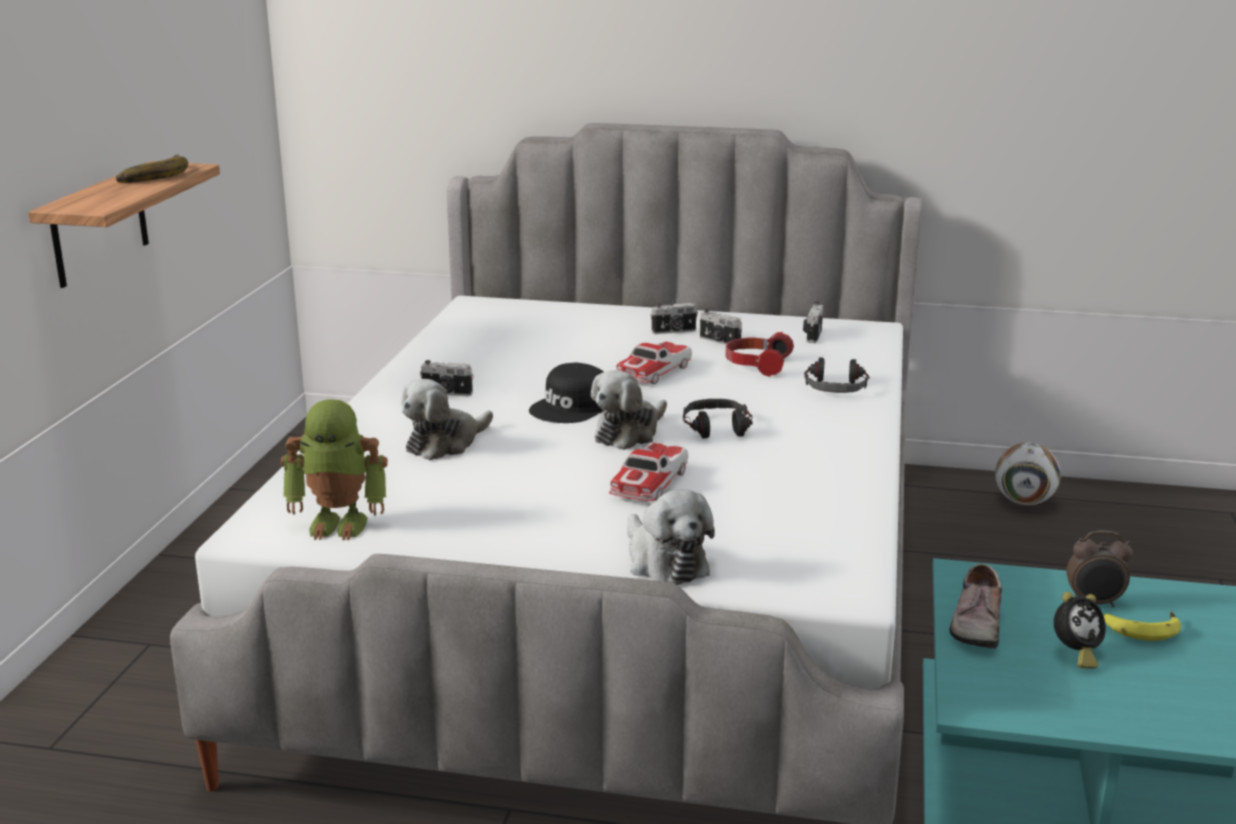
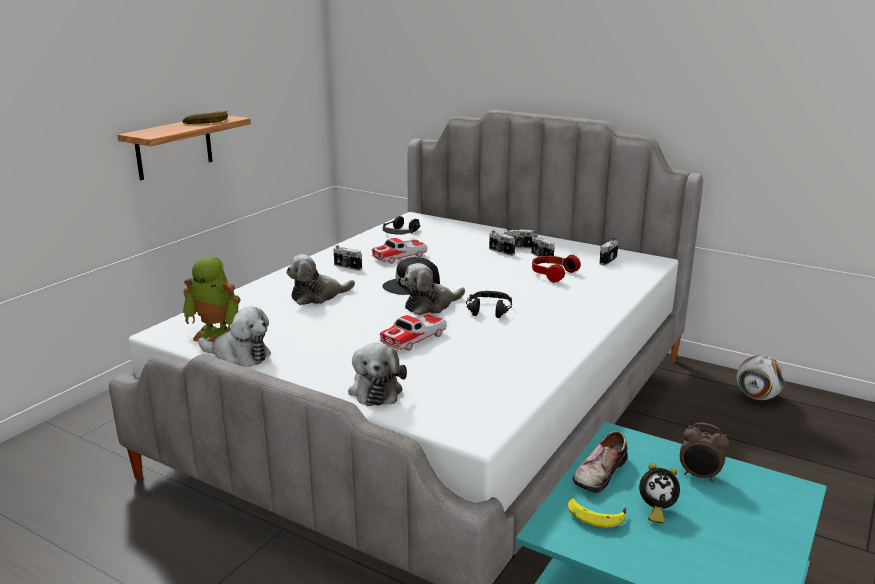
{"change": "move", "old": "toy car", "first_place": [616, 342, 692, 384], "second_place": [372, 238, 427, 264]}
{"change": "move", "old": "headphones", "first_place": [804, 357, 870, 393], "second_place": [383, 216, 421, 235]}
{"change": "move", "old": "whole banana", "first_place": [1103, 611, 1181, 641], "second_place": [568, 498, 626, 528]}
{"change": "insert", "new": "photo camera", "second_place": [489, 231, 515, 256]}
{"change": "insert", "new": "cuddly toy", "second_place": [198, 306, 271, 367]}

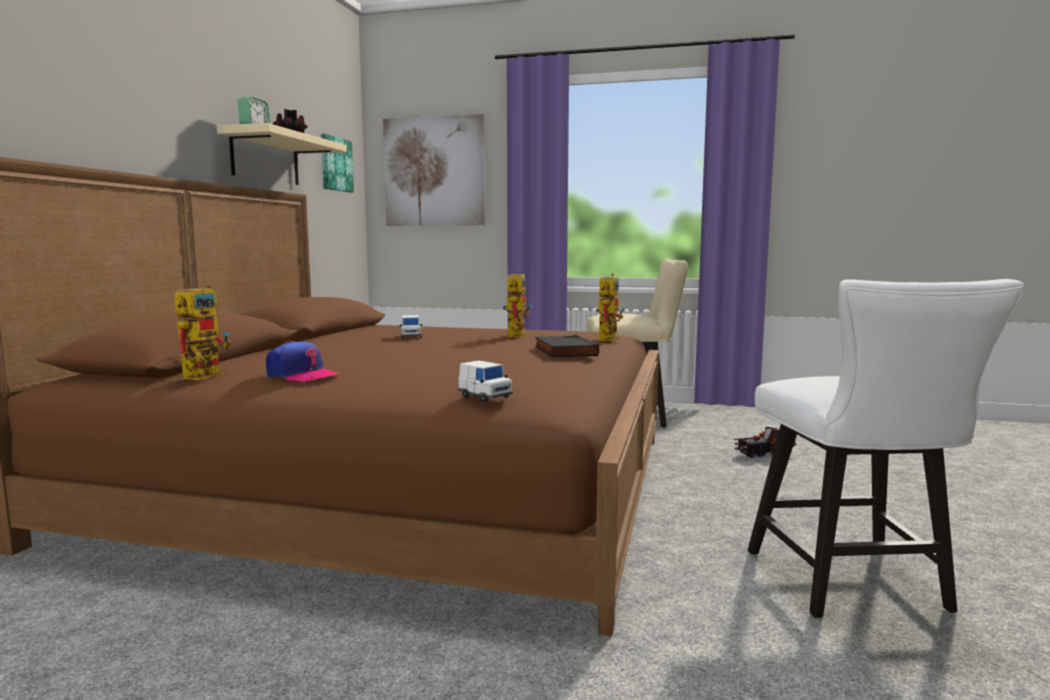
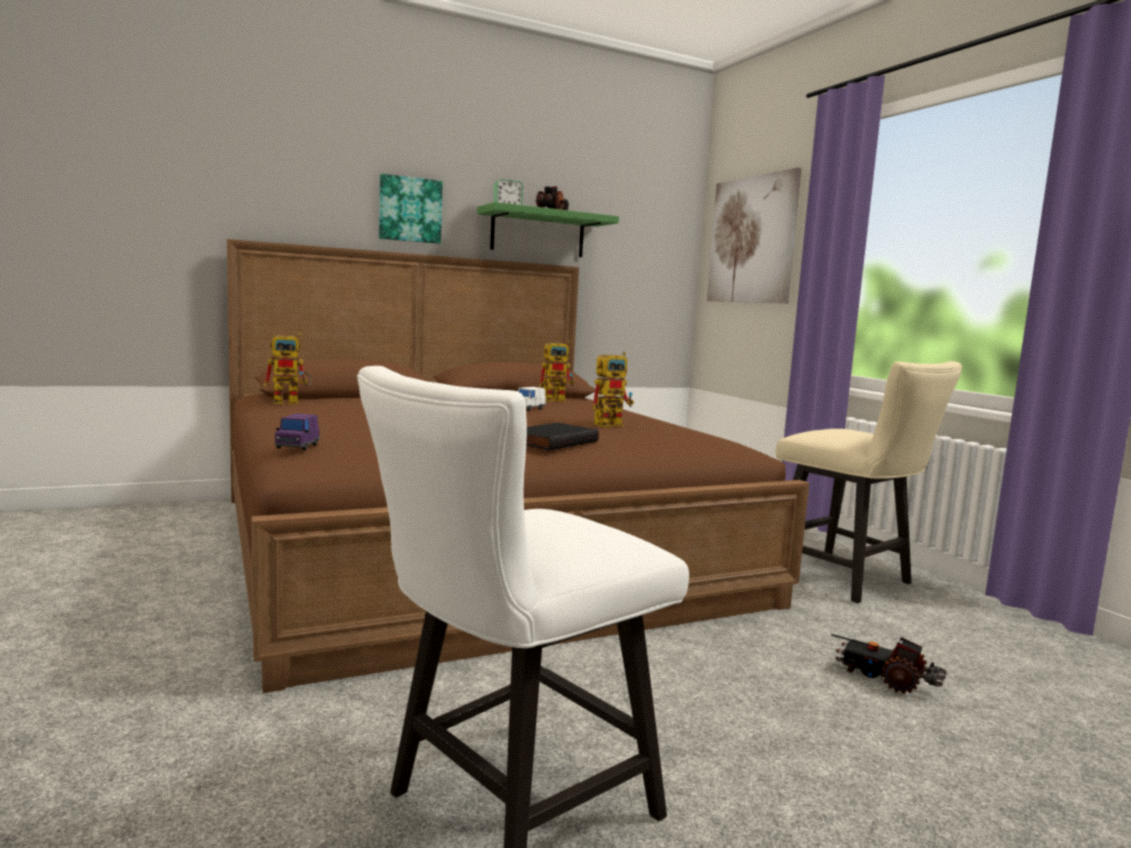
{"change": "recolor", "old": "beige-coloured shelf", "new": "green shelf", "first_place": [217, 123, 347, 185], "second_place": [477, 202, 619, 257]}
{"change": "move", "old": "wall picture", "first_place": [321, 134, 354, 193], "second_place": [379, 174, 443, 244]}
{"change": "move", "old": "model robot", "first_place": [596, 273, 625, 341], "second_place": [538, 341, 575, 402]}
{"change": "delete", "old": "cap", "first_place": [266, 341, 339, 381]}
{"change": "recolor", "old": "white-coloured toy car", "new": "purple toy car", "first_place": [458, 360, 513, 402], "second_place": [274, 414, 320, 451]}

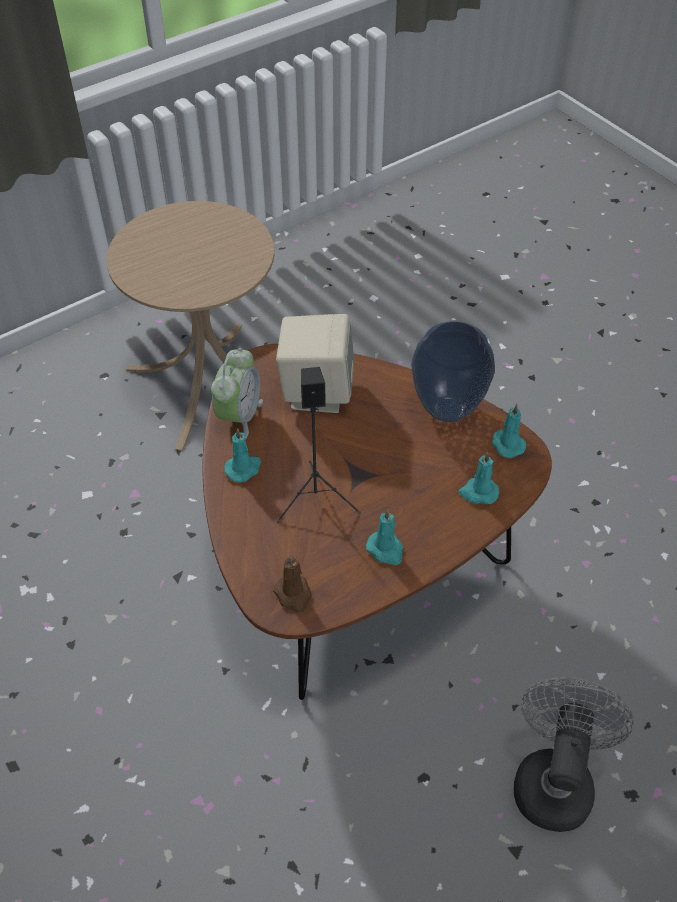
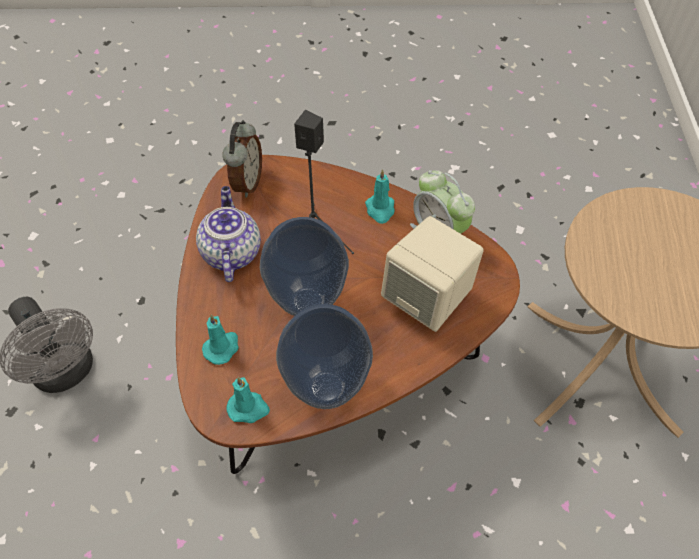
{"change": "replace", "old": "turquoise-coloured candle", "new": "teapot", "first_place": [366, 509, 403, 565], "second_place": [196, 186, 261, 282]}
{"change": "replace", "old": "brownish candle", "new": "alarm clock", "first_place": [273, 555, 311, 613], "second_place": [222, 120, 262, 197]}
{"change": "insert", "new": "flower vase", "second_place": [260, 217, 349, 316]}

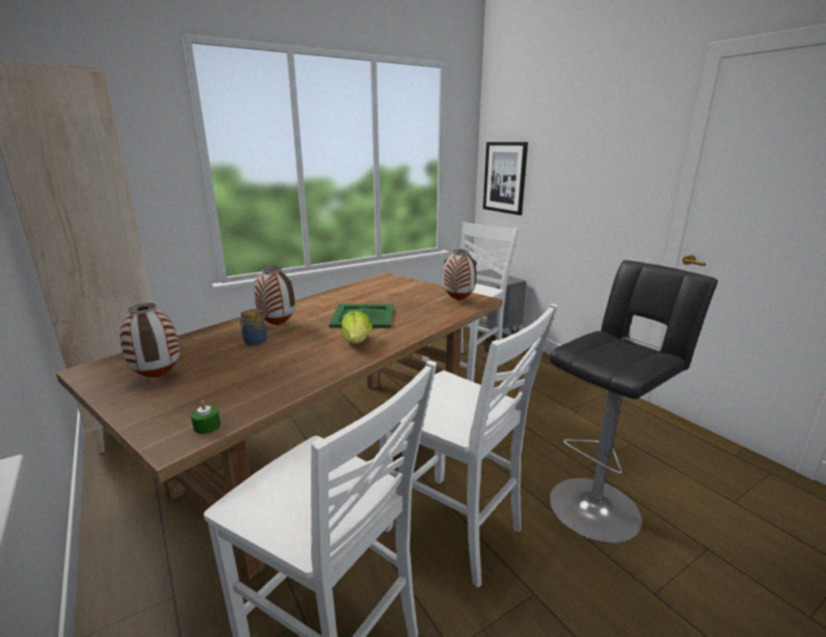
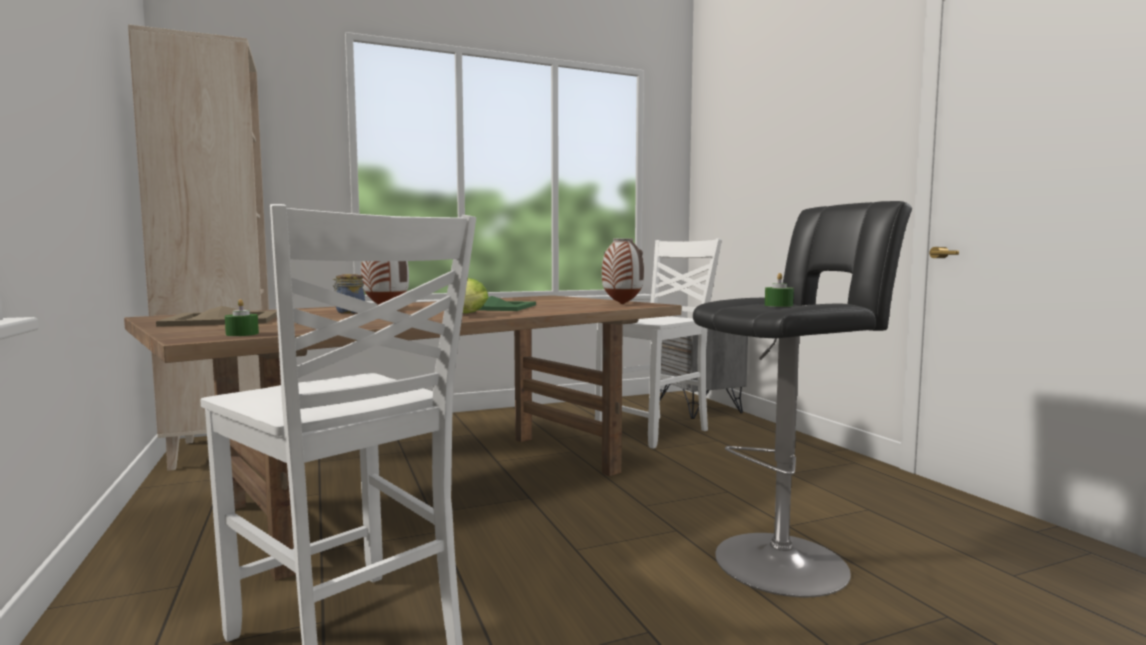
{"change": "delete", "old": "wall picture", "first_place": [483, 142, 528, 215]}
{"change": "replace", "old": "flower vase", "new": "beige-coloured tray", "first_place": [120, 303, 180, 378], "second_place": [156, 306, 277, 327]}
{"change": "delete", "old": "white-coloured chair", "first_place": [379, 304, 557, 588]}
{"change": "insert", "new": "green candle", "second_place": [765, 273, 794, 307]}

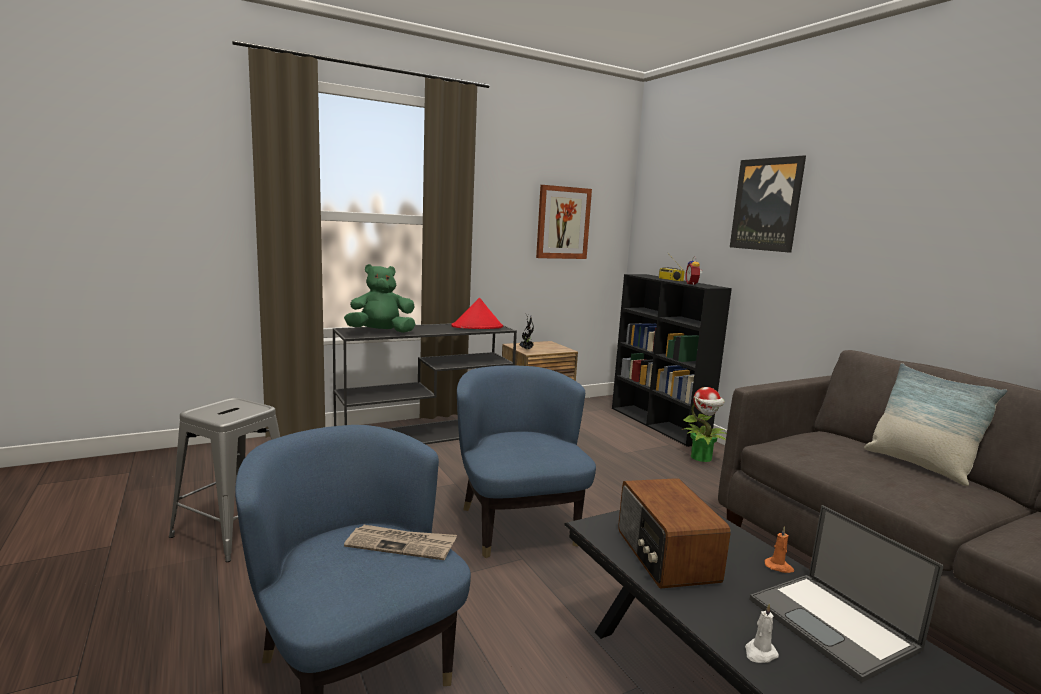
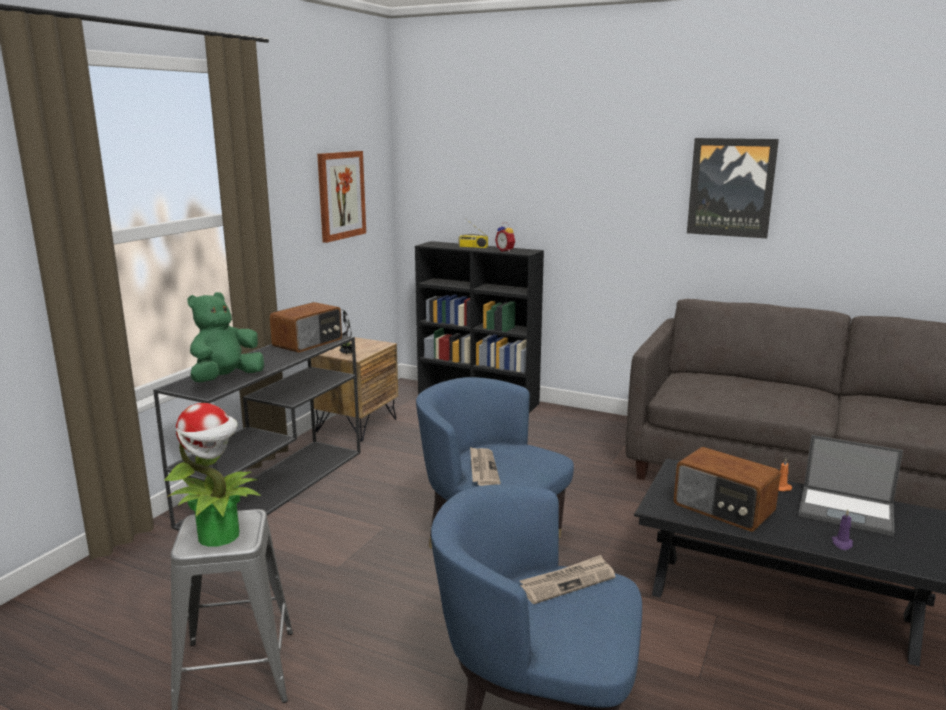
{"change": "move", "old": "wall picture", "first_place": [730, 155, 806, 253], "second_place": [687, 138, 779, 238]}
{"change": "replace", "old": "reddish clothing hat", "new": "radio receiver", "first_place": [451, 298, 503, 329], "second_place": [270, 302, 342, 352]}
{"change": "delete", "old": "pillow", "first_place": [864, 363, 1007, 486]}
{"change": "move", "old": "houseplant", "first_place": [681, 387, 727, 462], "second_place": [164, 403, 261, 547]}
{"change": "recolor", "old": "white-coloured candle", "new": "purple candle", "first_place": [745, 604, 779, 663], "second_place": [832, 510, 853, 550]}
{"change": "insert", "new": "daily paper", "second_place": [470, 447, 501, 486]}

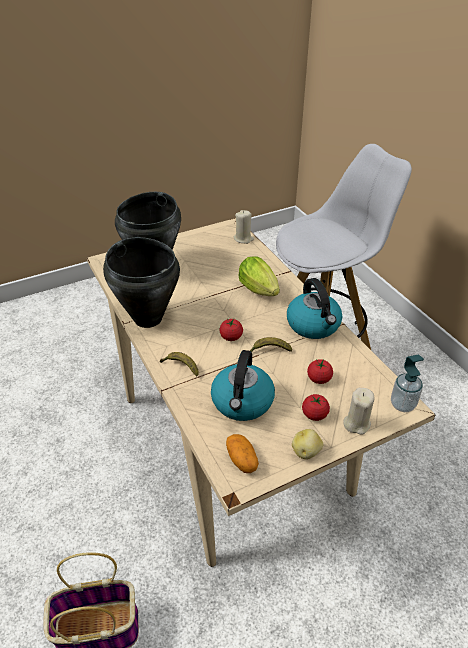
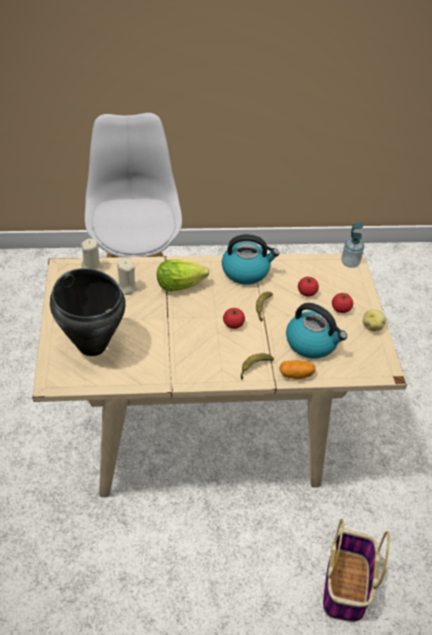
{"change": "delete", "old": "black-coloured saucepot", "first_place": [103, 237, 180, 328]}
{"change": "move", "old": "beige-coloured candle", "first_place": [344, 388, 374, 435], "second_place": [117, 258, 138, 295]}
{"change": "move", "old": "spud", "first_place": [226, 434, 259, 473], "second_place": [279, 360, 316, 379]}

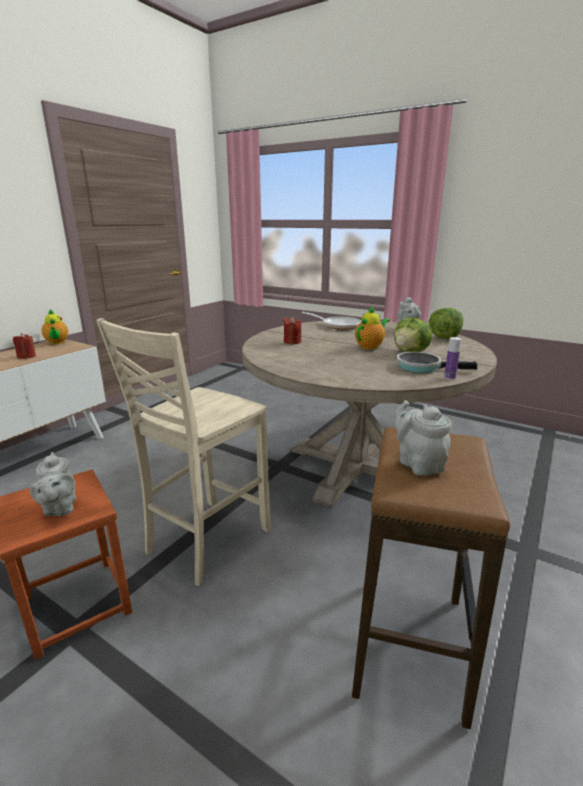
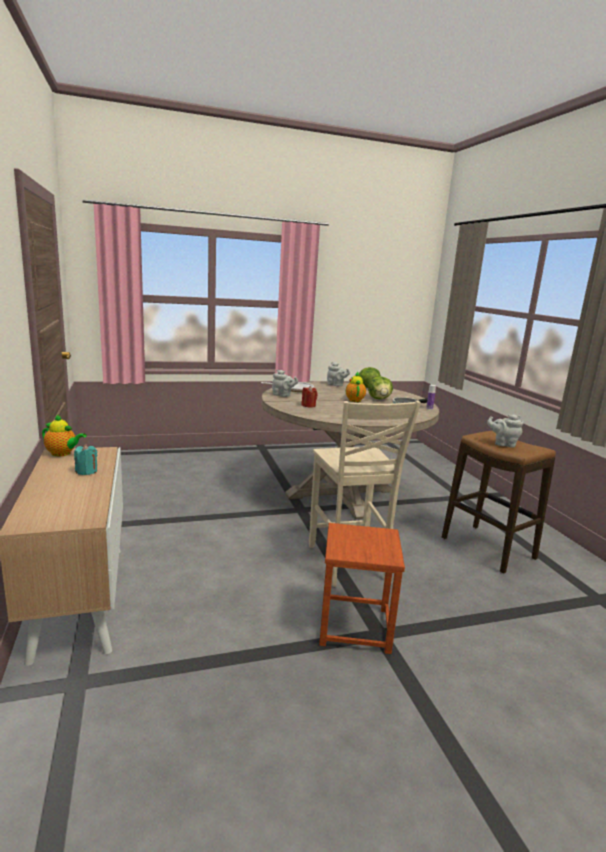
{"change": "recolor", "old": "reddish candle", "new": "turquoise-coloured candle", "first_place": [13, 333, 36, 359], "second_place": [74, 444, 97, 475]}
{"change": "move", "old": "grey teapot", "first_place": [30, 452, 76, 516], "second_place": [272, 370, 298, 397]}

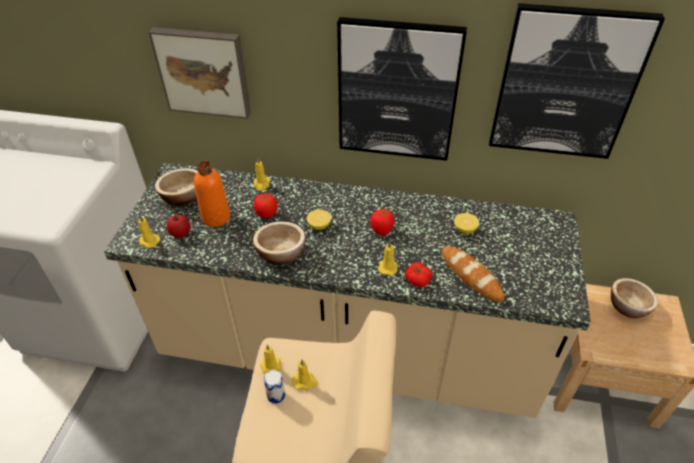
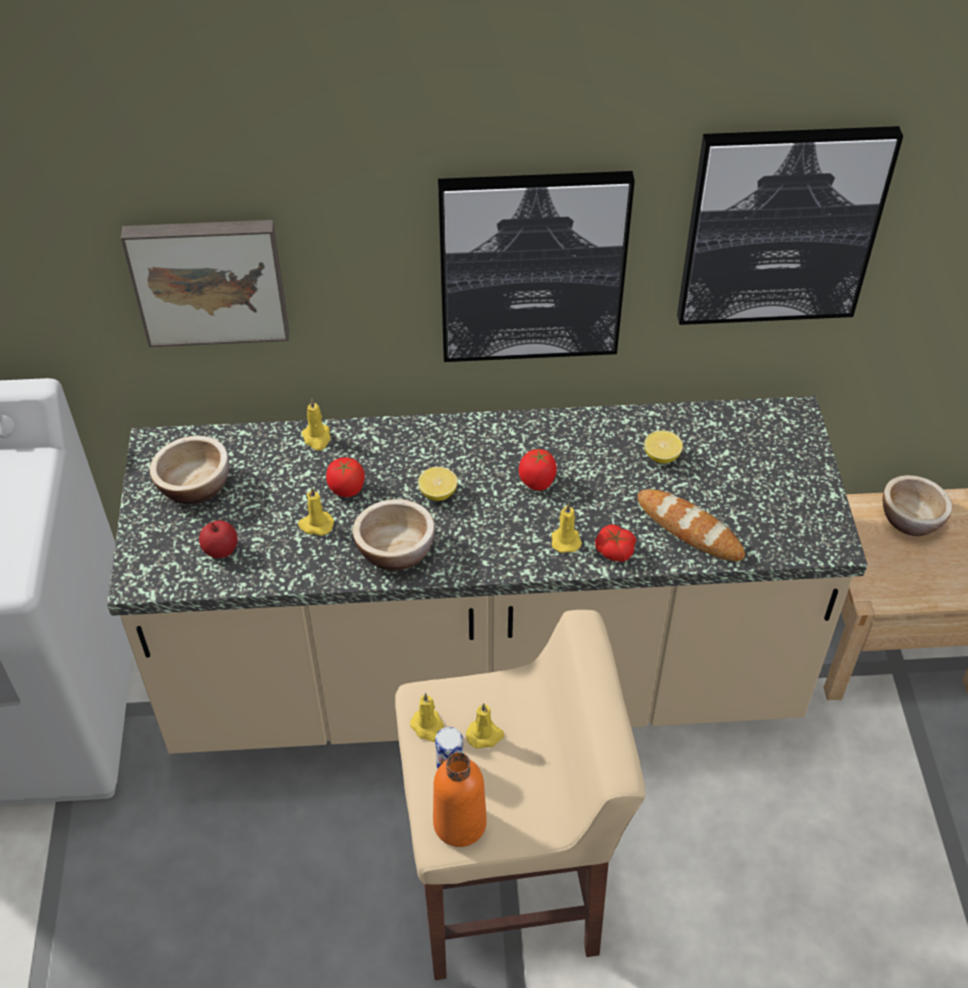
{"change": "move", "old": "orange drink bottle", "first_place": [194, 160, 230, 227], "second_place": [433, 752, 487, 847]}
{"change": "move", "old": "yellow-coloured candle", "first_place": [138, 215, 160, 248], "second_place": [298, 487, 334, 536]}

